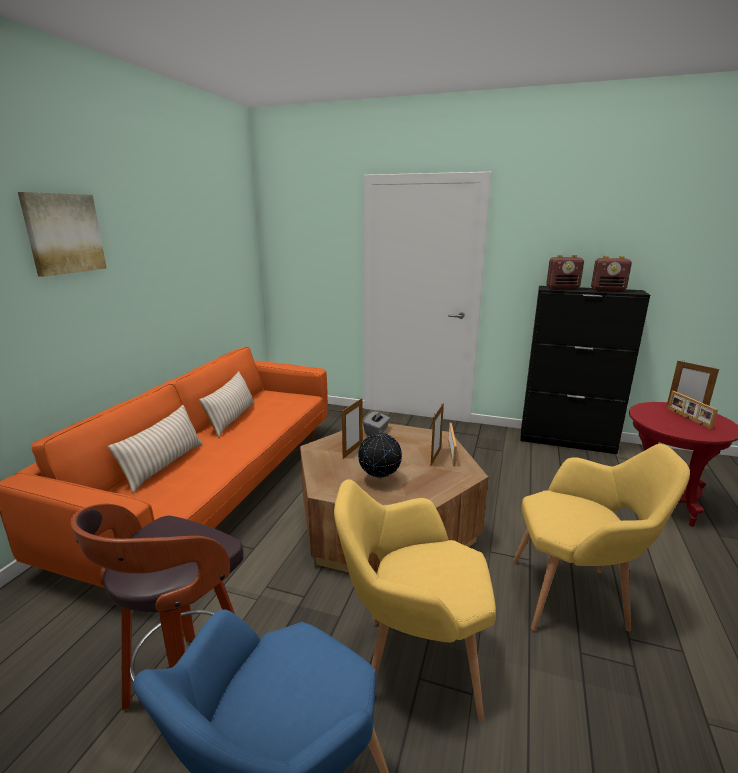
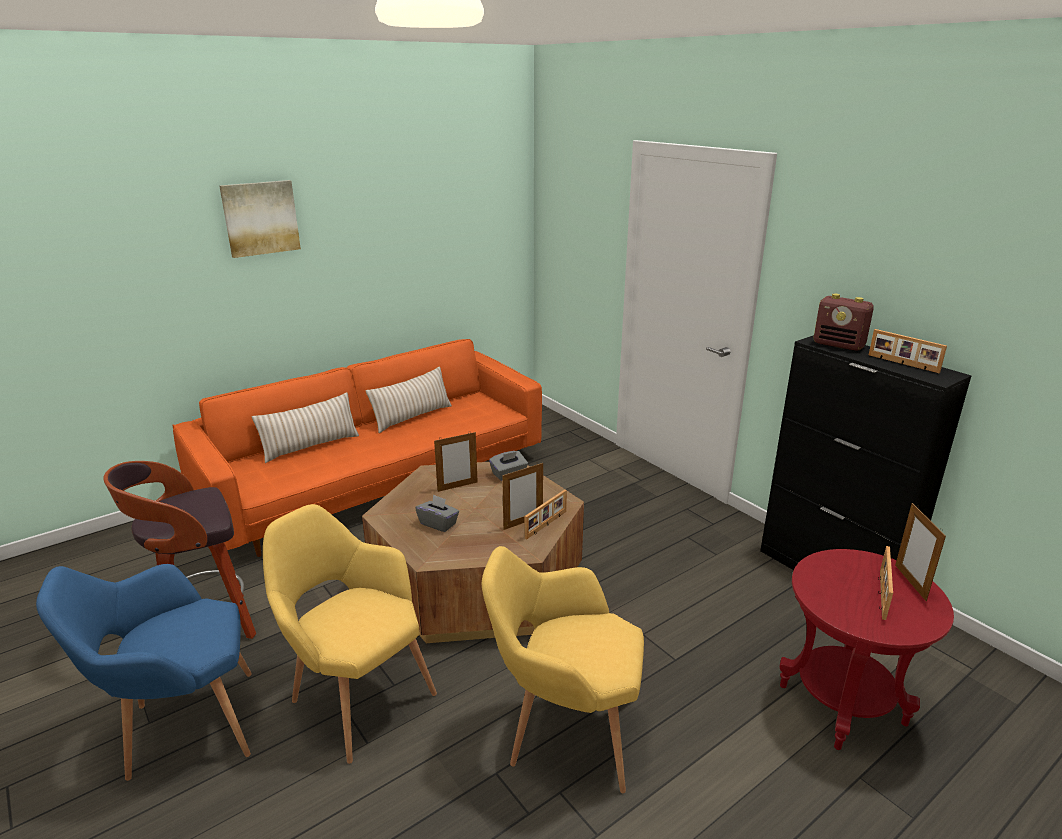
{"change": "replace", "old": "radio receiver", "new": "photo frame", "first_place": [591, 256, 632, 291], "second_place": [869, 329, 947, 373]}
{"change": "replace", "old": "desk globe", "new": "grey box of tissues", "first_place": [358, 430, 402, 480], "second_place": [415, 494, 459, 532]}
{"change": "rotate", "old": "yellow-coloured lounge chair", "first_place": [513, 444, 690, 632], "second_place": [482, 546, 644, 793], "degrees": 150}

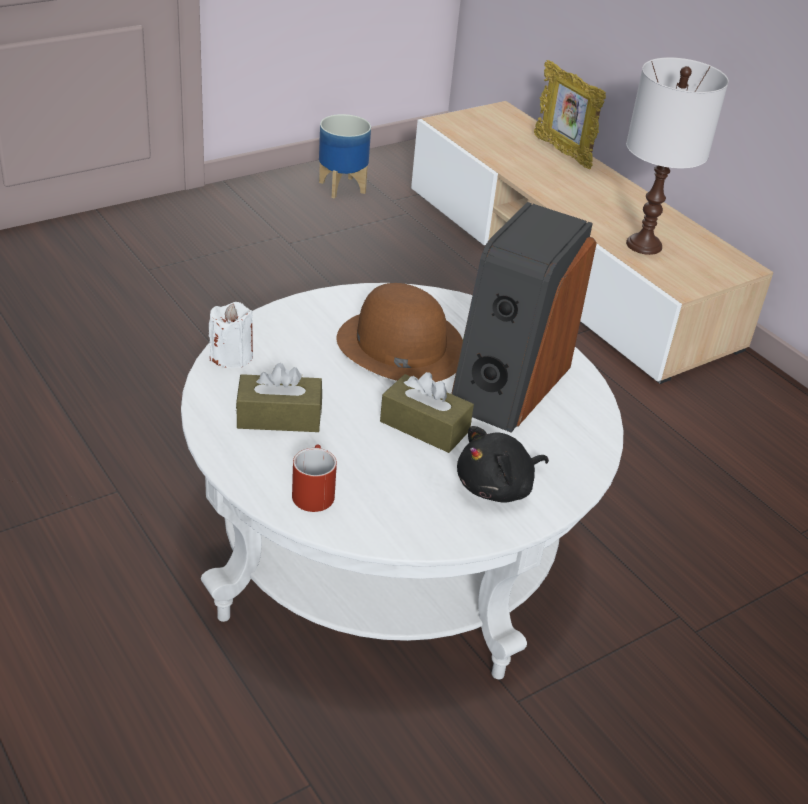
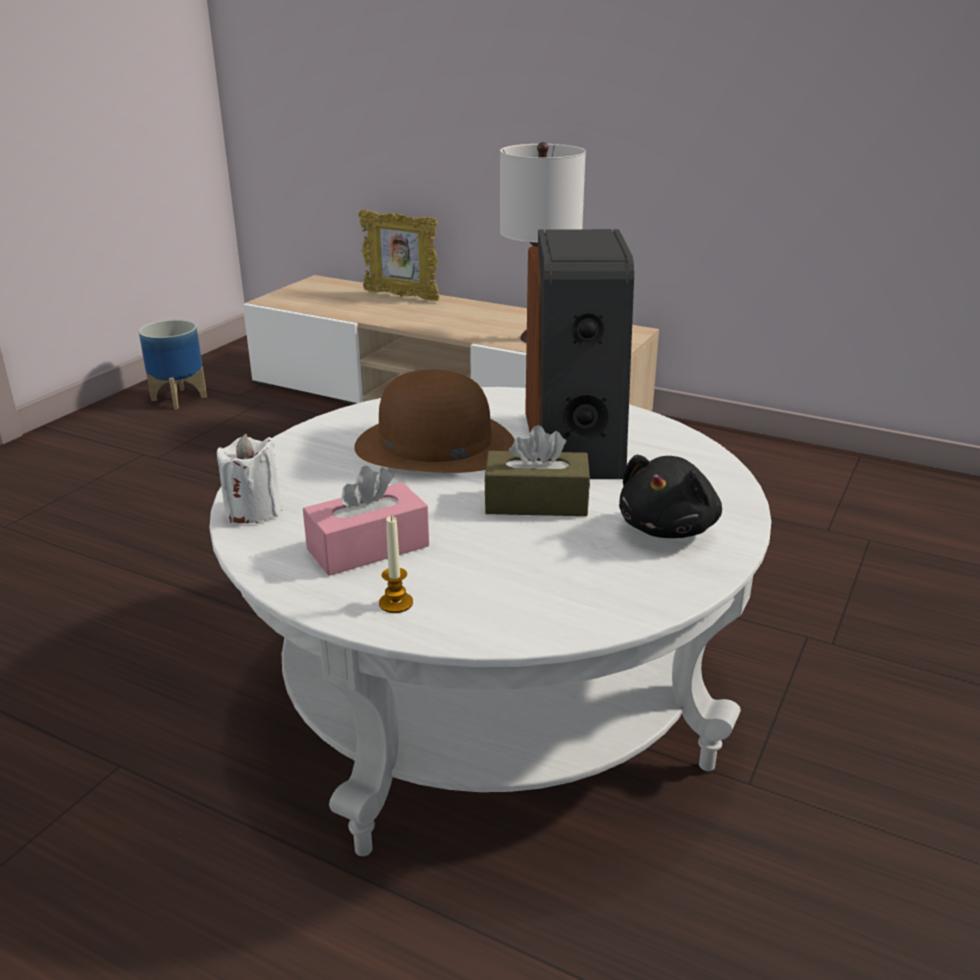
{"change": "recolor", "old": "brownish box of tissues", "new": "pink box of tissues", "first_place": [236, 363, 322, 432], "second_place": [303, 466, 429, 576]}
{"change": "delete", "old": "reddish coffee mug", "first_place": [292, 445, 337, 512]}
{"change": "insert", "new": "candle", "second_place": [379, 516, 413, 613]}

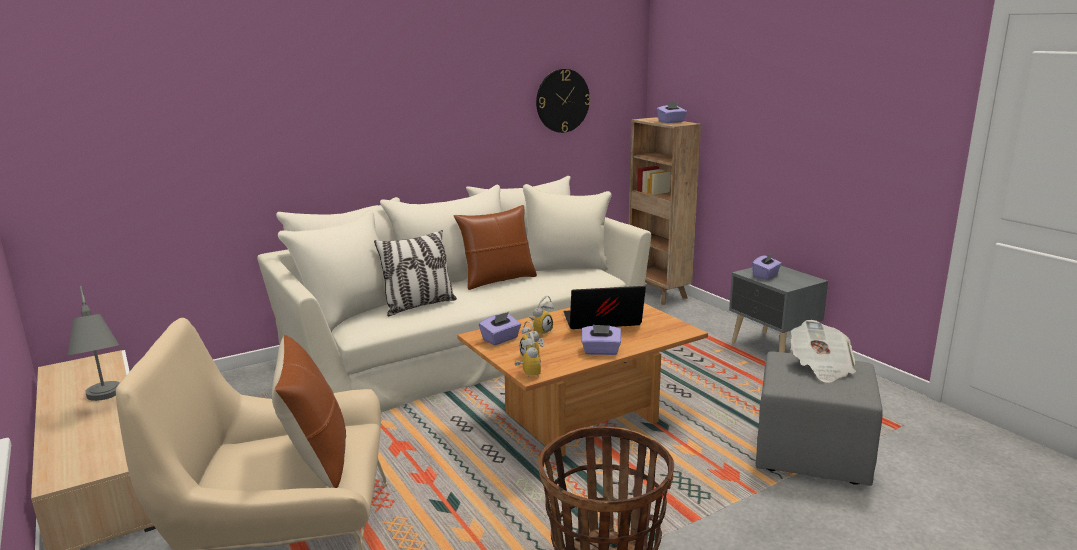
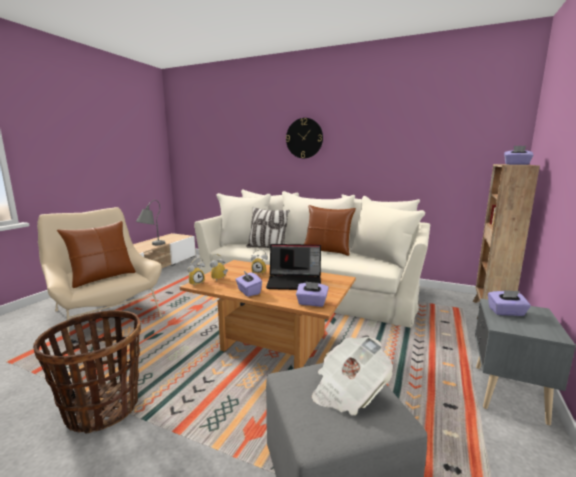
{"change": "move", "old": "clock on the wall", "first_place": [536, 69, 591, 133], "second_place": [286, 118, 323, 158]}
{"change": "rotate", "old": "portable computer", "first_place": [564, 286, 646, 329], "second_place": [266, 244, 321, 290], "degrees": 135}
{"change": "move", "old": "purple box of tissues", "first_place": [479, 312, 521, 345], "second_place": [296, 281, 329, 307]}

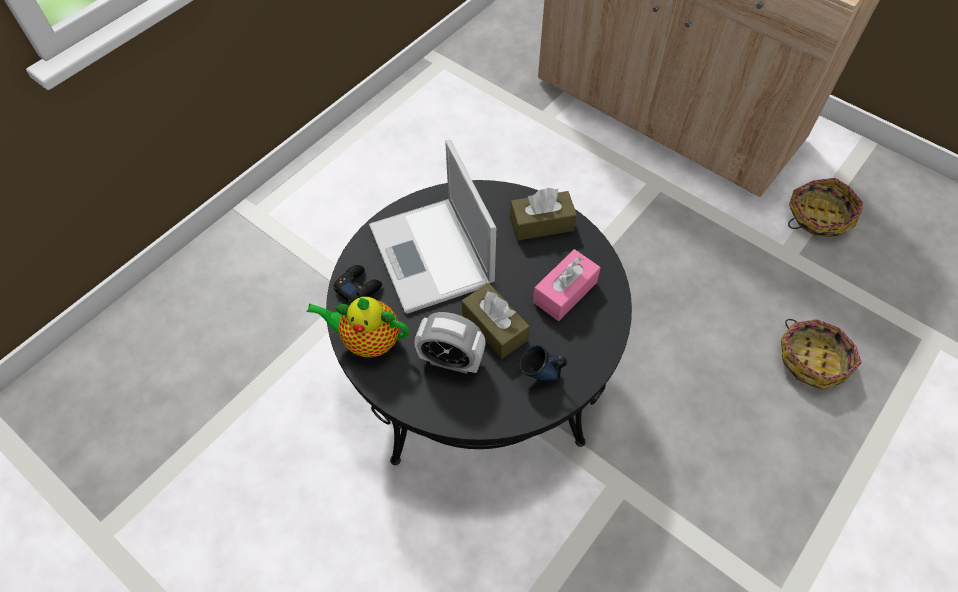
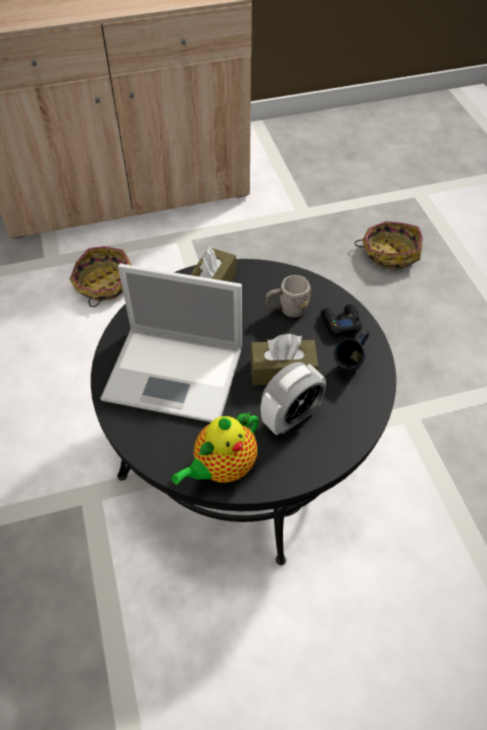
{"change": "move", "old": "basket", "first_place": [788, 178, 863, 237], "second_place": [70, 246, 132, 307]}
{"change": "replace", "old": "pink box of tissues", "new": "grey coffee mug", "first_place": [533, 249, 601, 321], "second_place": [266, 275, 311, 318]}
{"change": "move", "old": "black-coloured gamepad", "first_place": [333, 265, 382, 304], "second_place": [321, 304, 362, 336]}

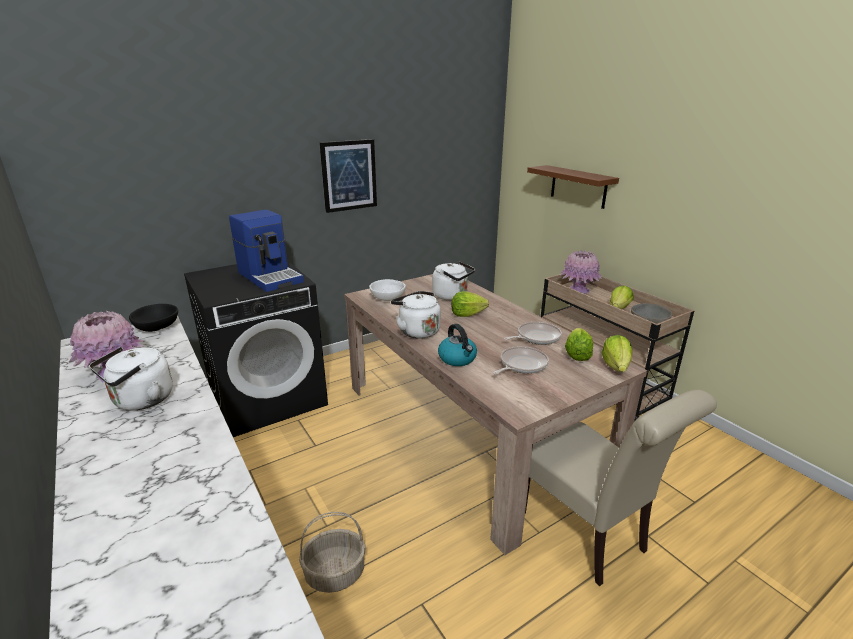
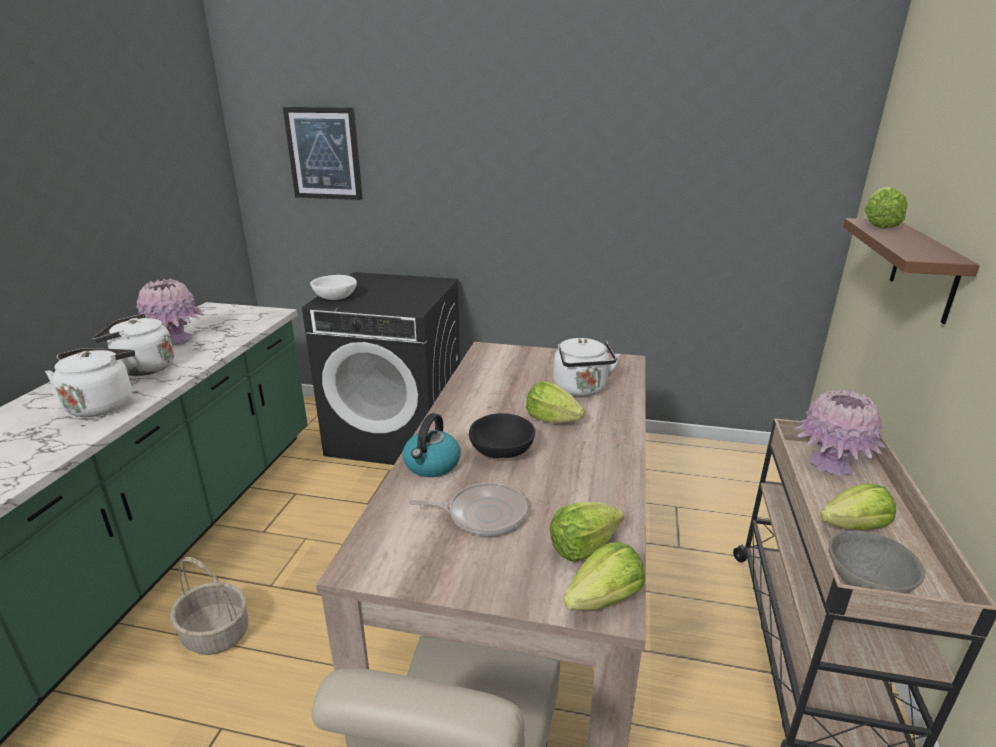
{"change": "move", "old": "wall picture", "first_place": [320, 139, 377, 213], "second_place": [283, 107, 363, 200]}
{"change": "delete", "old": "coffee brewer", "first_place": [229, 210, 304, 292]}
{"change": "move", "old": "white-coloured serving bowl", "first_place": [369, 279, 406, 301], "second_place": [310, 275, 357, 300]}
{"change": "move", "old": "white-coloured tea kettle", "first_place": [391, 291, 441, 339], "second_place": [45, 348, 135, 417]}
{"change": "move", "old": "black-coloured serving bowl", "first_place": [129, 304, 178, 332], "second_place": [469, 413, 535, 458]}
{"change": "delete", "old": "pan", "first_place": [504, 322, 562, 345]}
{"change": "insert", "new": "lettuce", "second_place": [865, 187, 908, 229]}

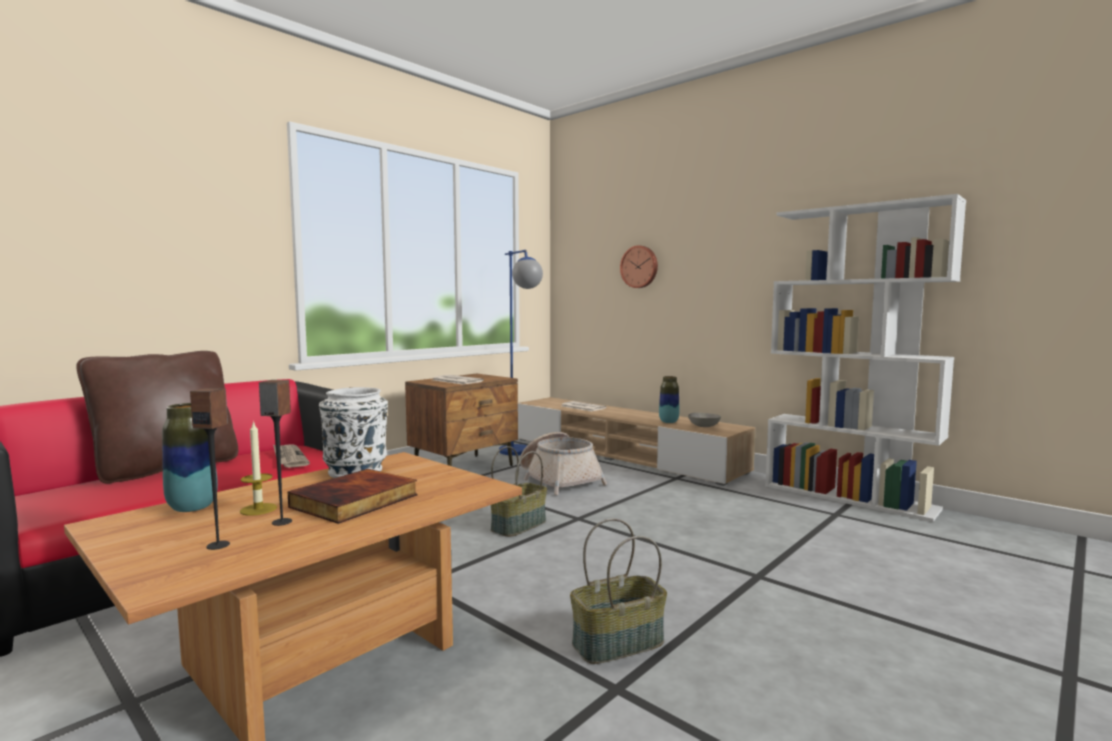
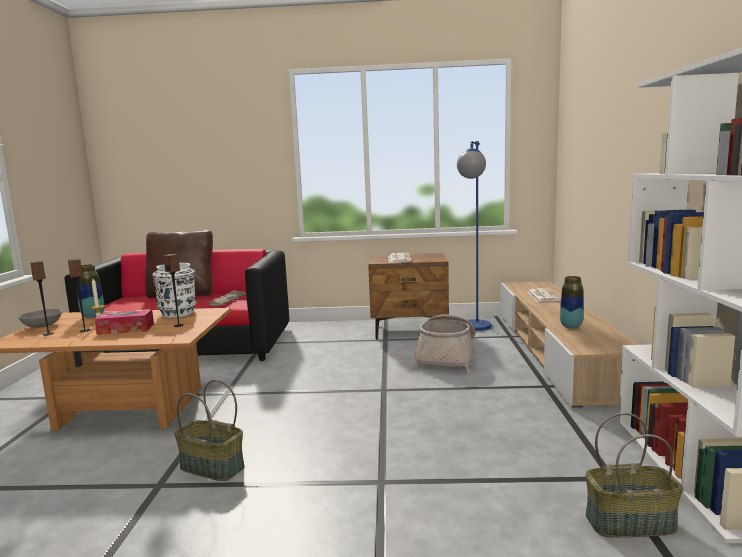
{"change": "delete", "old": "clock on the wall", "first_place": [620, 246, 658, 288]}
{"change": "move", "old": "grey serving bowl", "first_place": [688, 413, 721, 427], "second_place": [19, 309, 62, 328]}
{"change": "move", "old": "basket", "first_place": [490, 446, 547, 537], "second_place": [585, 413, 683, 538]}
{"change": "replace", "old": "bound book", "new": "box of tissues", "first_place": [287, 469, 418, 524], "second_place": [94, 309, 154, 335]}
{"change": "insert", "new": "speaker", "second_place": [163, 254, 184, 327]}

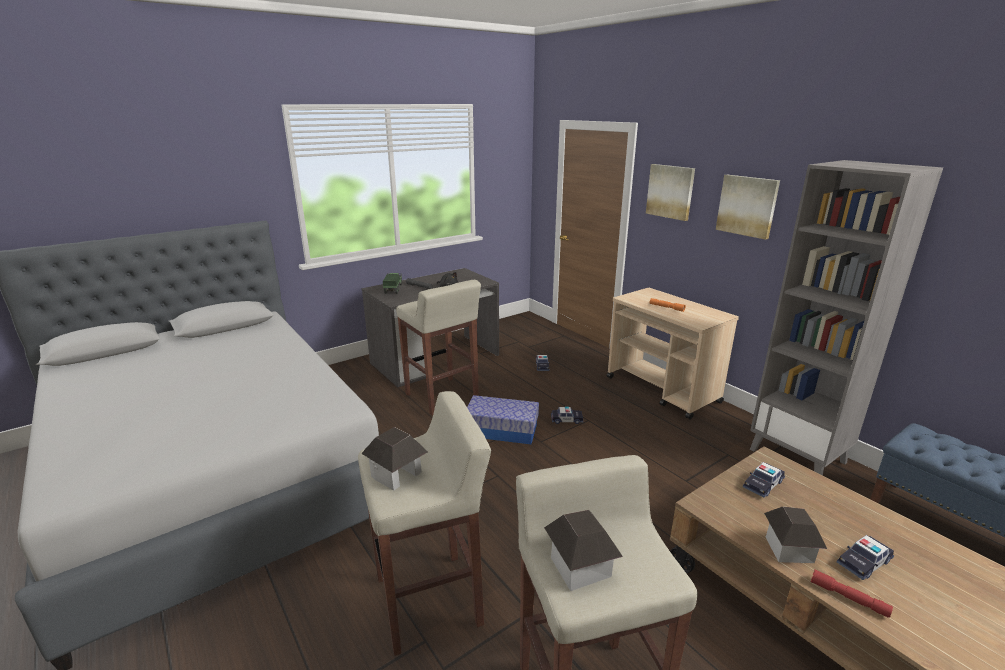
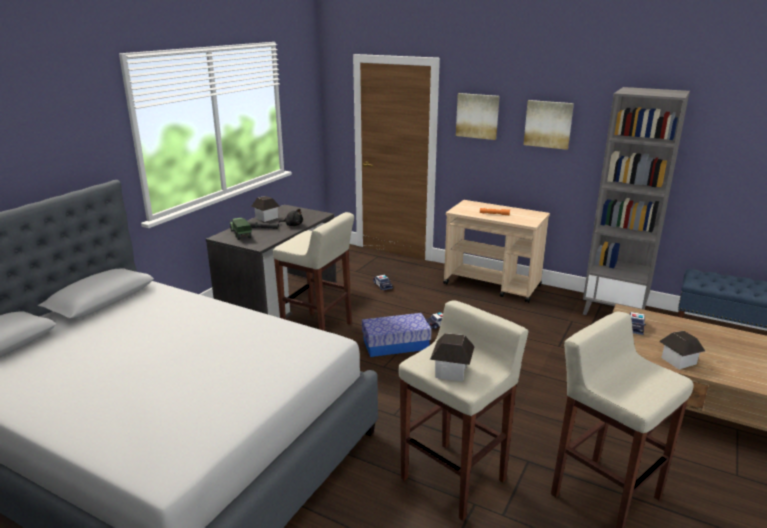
{"change": "move", "old": "toy house", "first_place": [544, 510, 623, 591], "second_place": [251, 196, 280, 222]}
{"change": "delete", "old": "toy car", "first_place": [837, 535, 894, 580]}
{"change": "delete", "old": "reddish flashlight", "first_place": [811, 569, 893, 618]}

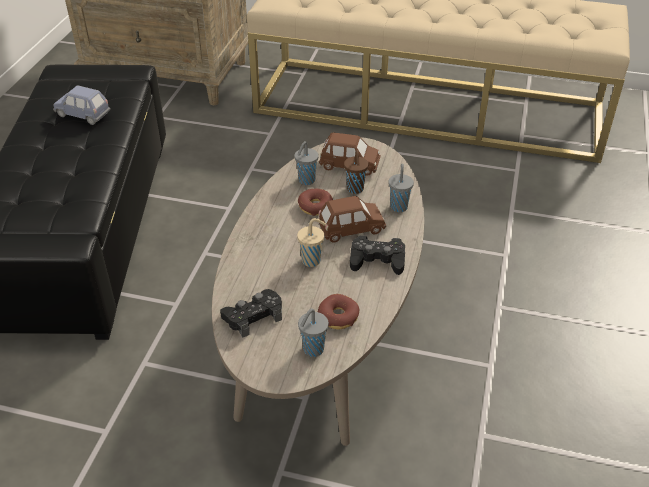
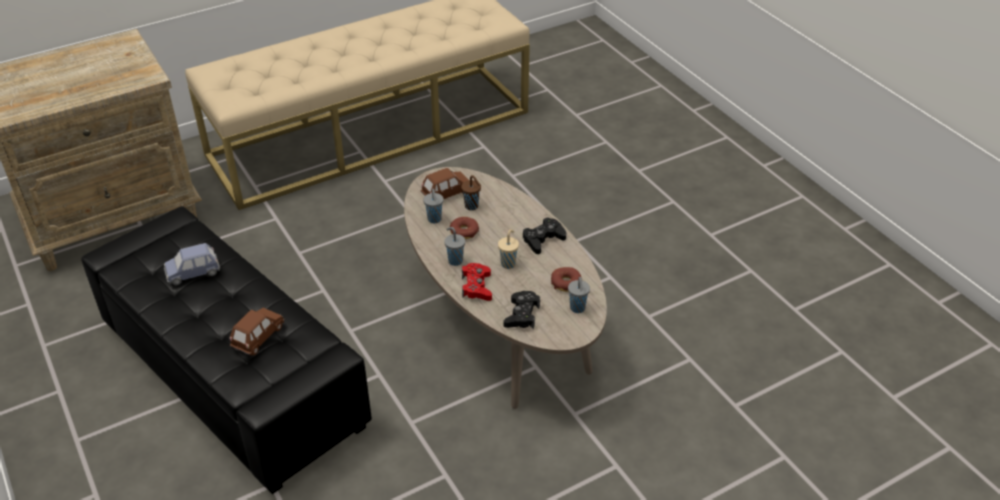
{"change": "move", "old": "grey drinking cup", "first_place": [389, 163, 414, 212], "second_place": [444, 227, 465, 266]}
{"change": "move", "old": "brownish toy car", "first_place": [319, 196, 386, 243], "second_place": [230, 308, 284, 355]}
{"change": "insert", "new": "reddish gamepad", "second_place": [462, 263, 492, 301]}

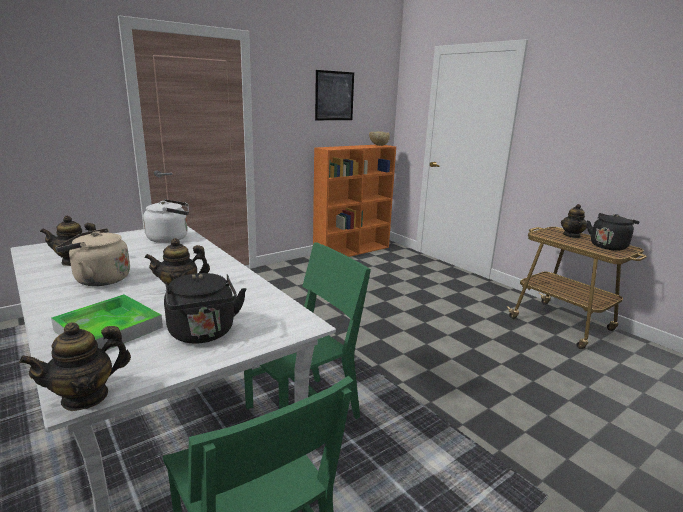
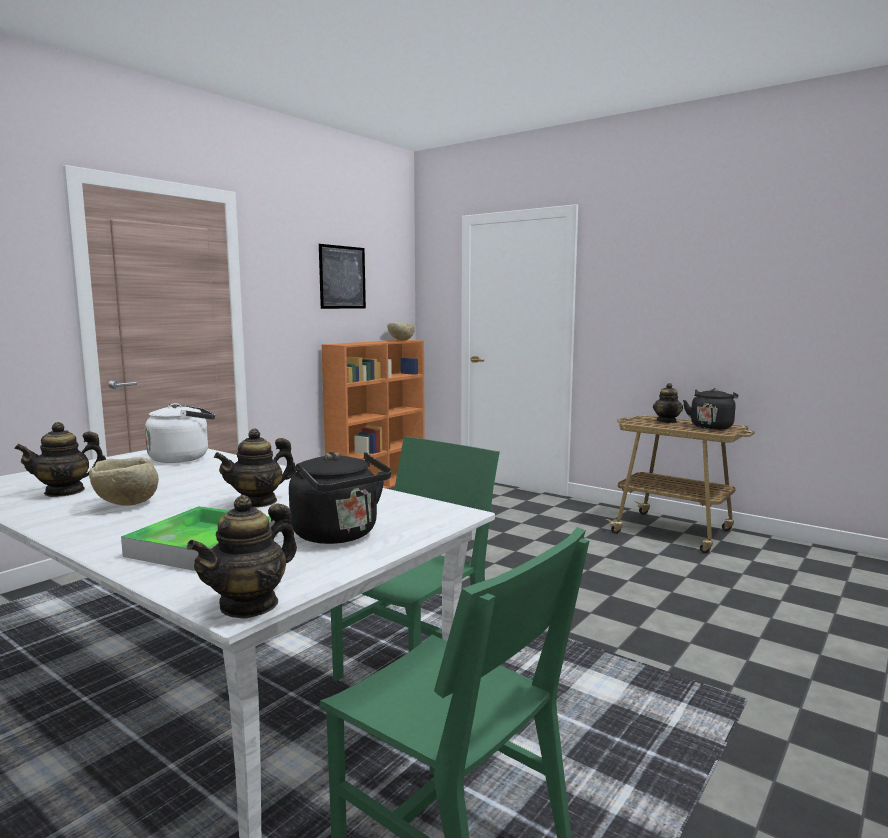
{"change": "replace", "old": "beige-coloured tea kettle", "new": "beige-coloured serving bowl", "first_place": [55, 228, 130, 286], "second_place": [89, 457, 159, 506]}

